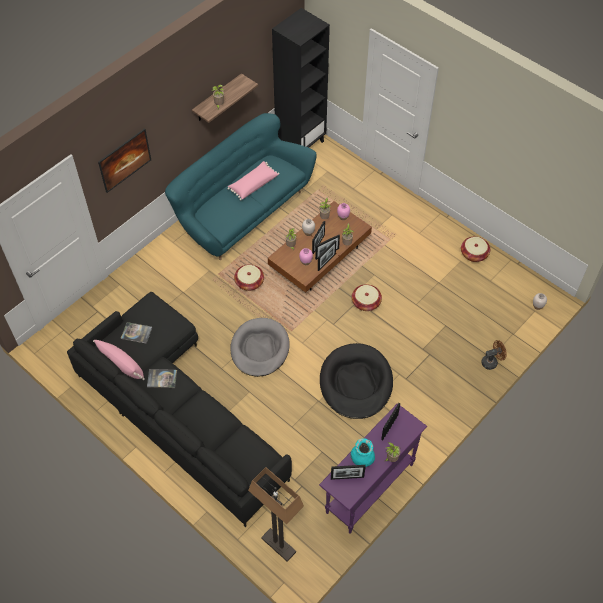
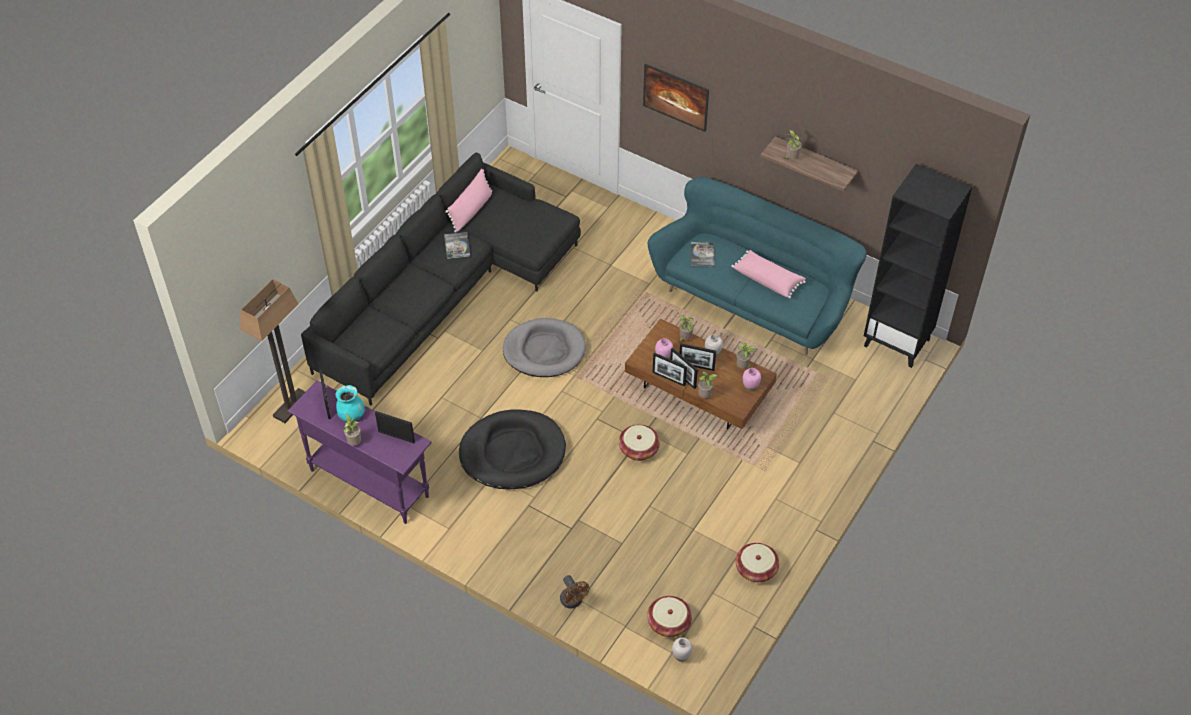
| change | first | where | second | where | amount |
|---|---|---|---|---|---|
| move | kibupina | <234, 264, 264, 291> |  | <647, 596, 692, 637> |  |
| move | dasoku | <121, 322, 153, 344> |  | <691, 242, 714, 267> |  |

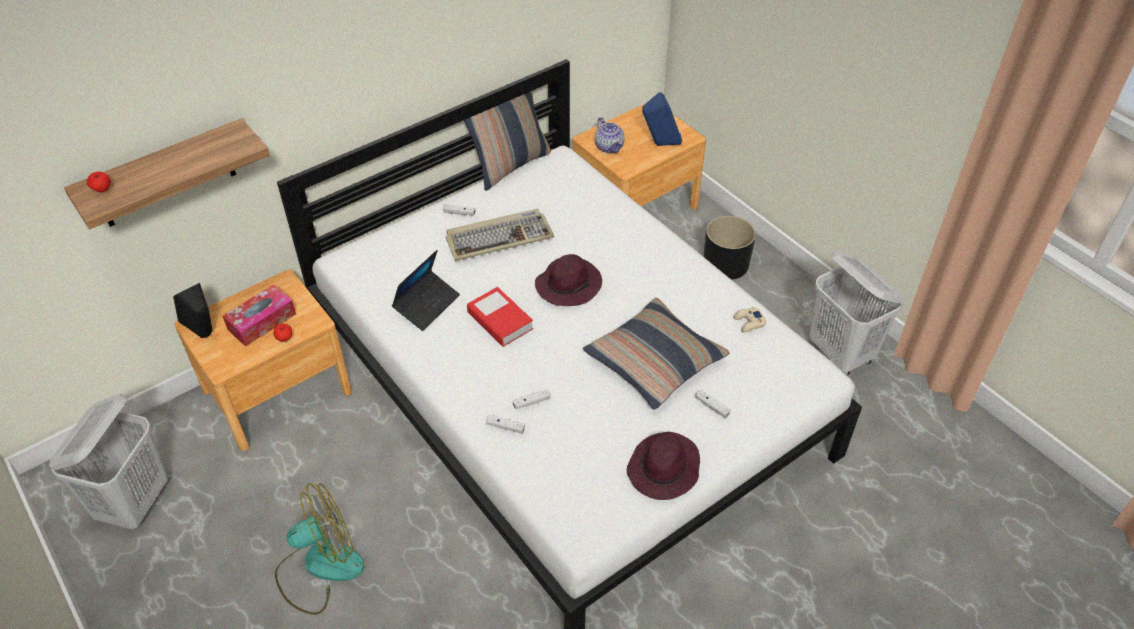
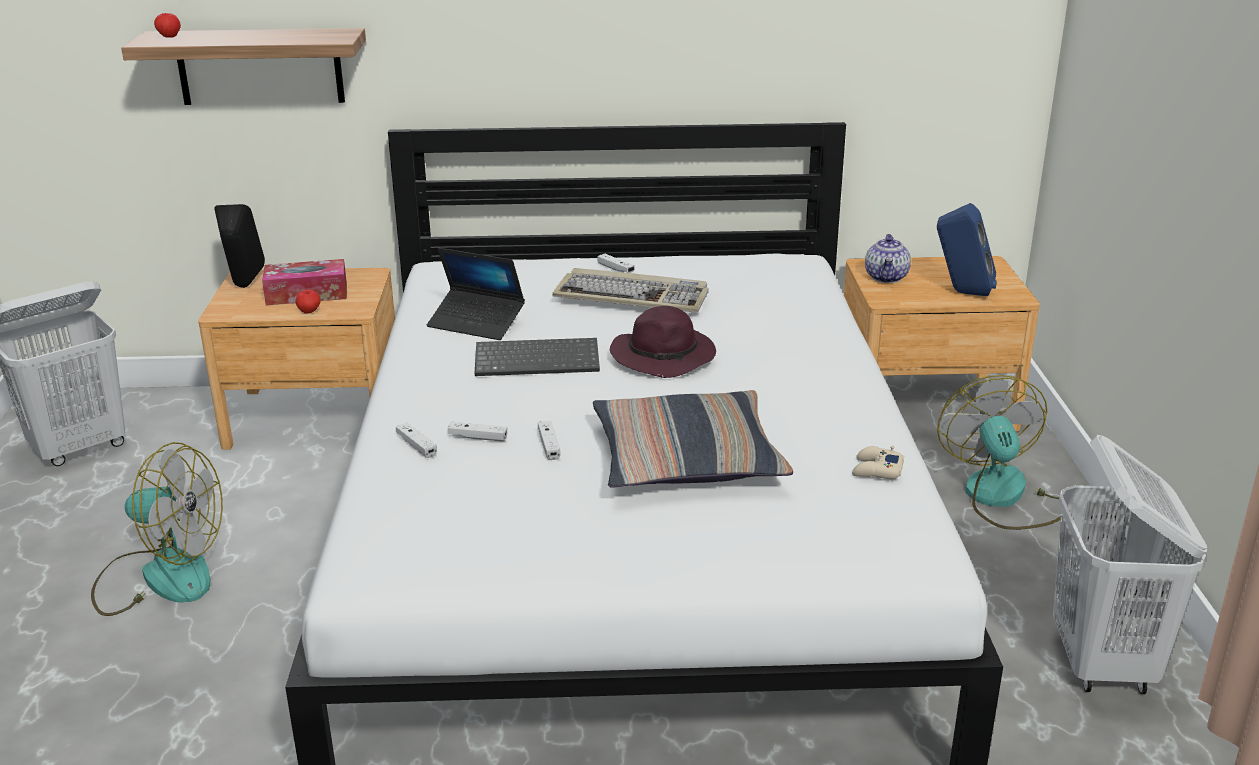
| change | first | where | second | where | amount |
|---|---|---|---|---|---|
| rotate | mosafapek | <392, 250, 460, 331> |  | <427, 248, 525, 340> | 45 degrees clockwise |
| replace | dasoku | <467, 287, 533, 347> | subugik | <475, 338, 600, 376> |  |
| move | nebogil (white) | <695, 390, 731, 418> |  | <538, 421, 560, 460> |  |
| replace | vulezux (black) | <704, 216, 756, 280> | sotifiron | <937, 375, 1061, 530> |  |
| delete | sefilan | <464, 75, 551, 191> |  |  |  |
| delete | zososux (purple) | <627, 432, 700, 500> |  |  |  |

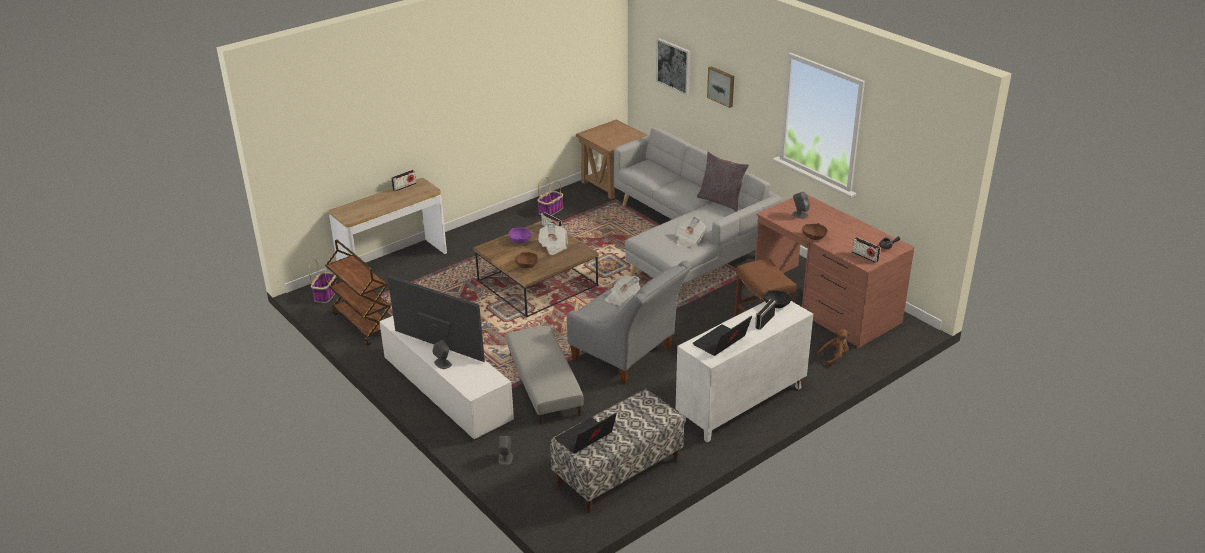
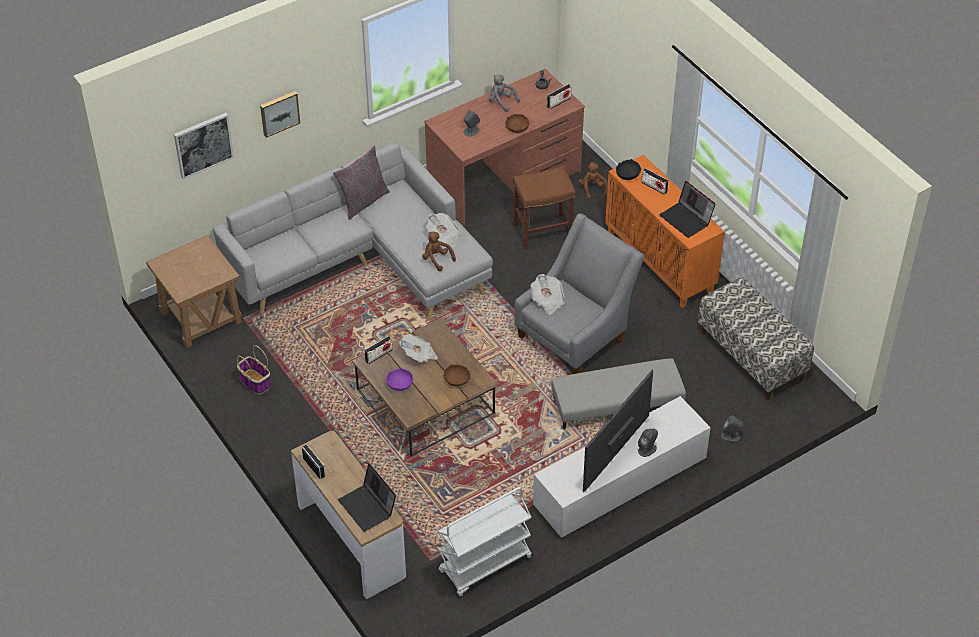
| change | first | where | second | where | amount |
|---|---|---|---|---|---|
| move | mosafapek | <555, 413, 617, 454> |  | <338, 463, 396, 532> |  |
| insert |  |  | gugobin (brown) | <422, 232, 456, 271> |  |
| recolor | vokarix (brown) | <325, 240, 391, 345> | vokarix (white) | <438, 487, 533, 597> |  |
| insert |  |  | gugobin (grey) | <489, 74, 520, 112> |  |
| recolor | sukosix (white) | <676, 301, 813, 443> | sukosix (orange) | <605, 155, 725, 308> |  |
| delete | kibupina | <309, 259, 336, 303> |  |  |  |

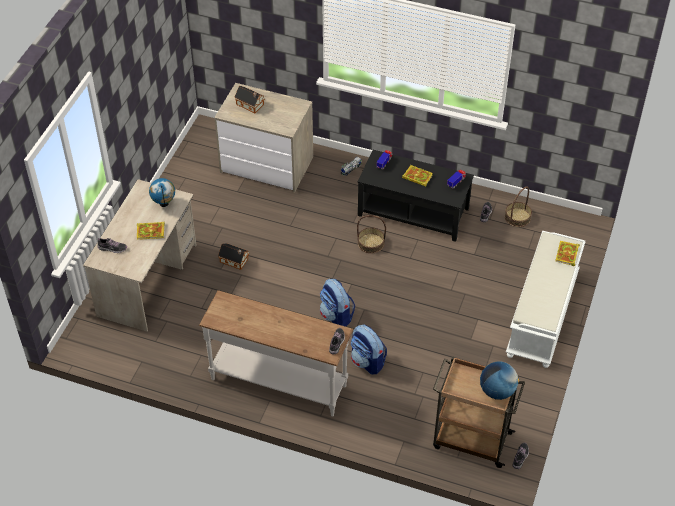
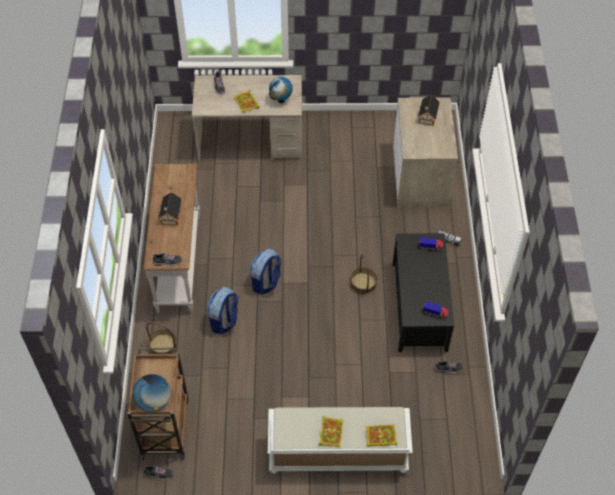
| change | first | where | second | where | amount |
|---|---|---|---|---|---|
| move | kibupina | <505, 186, 532, 227> |  | <146, 322, 177, 354> |  |
| move | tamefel | <218, 243, 249, 270> |  | <158, 192, 182, 225> |  |
| move | dasoku | <402, 165, 433, 187> |  | <318, 416, 343, 447> |  |

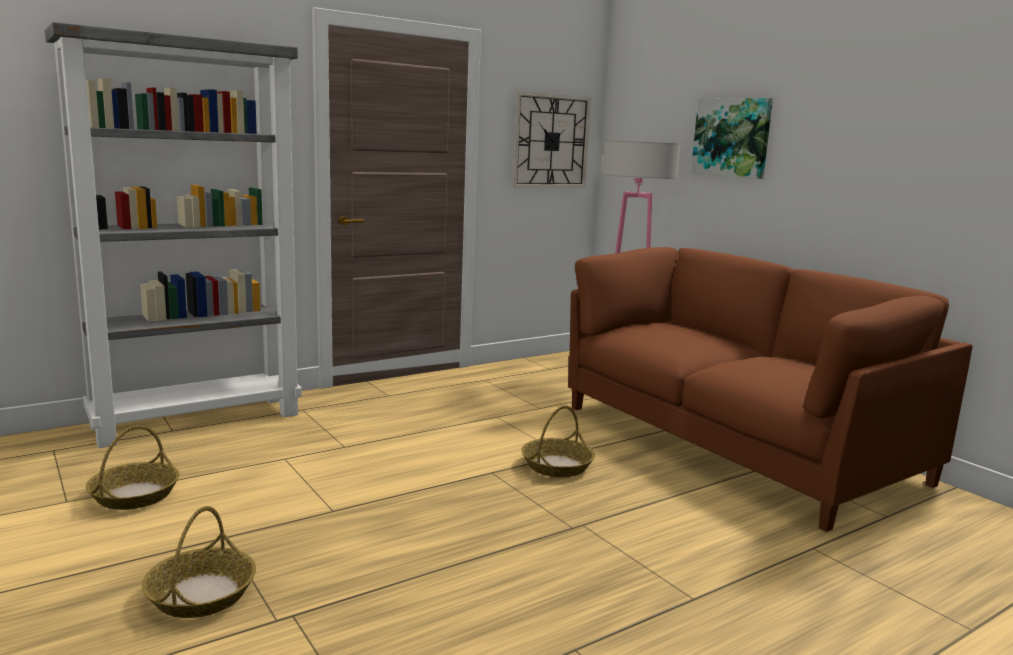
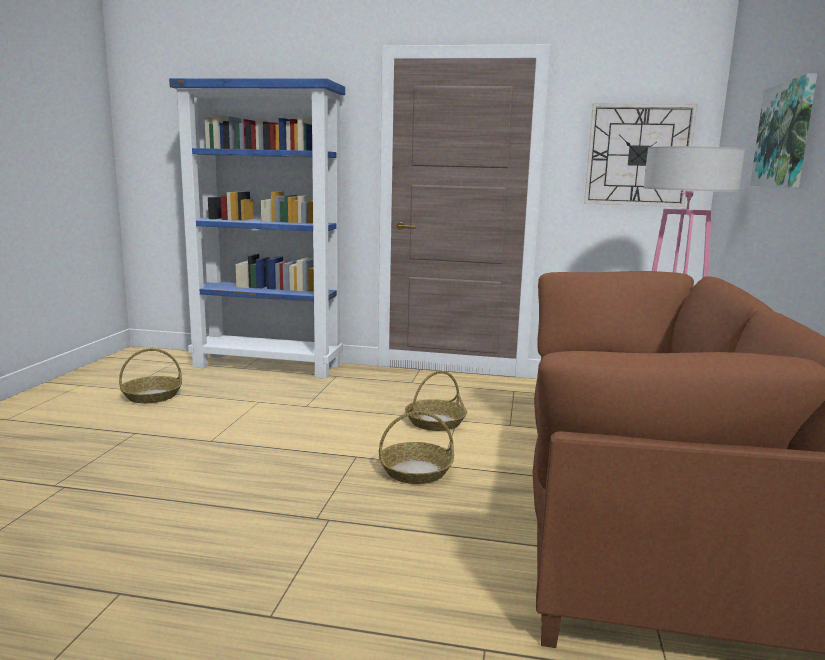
| change | first | where | second | where | amount |
|---|---|---|---|---|---|
| recolor | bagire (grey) | <45, 22, 302, 448> | bagire (blue) | <169, 78, 345, 379> |  |
| move | kibupina | <142, 506, 256, 618> |  | <405, 371, 467, 431> |  |

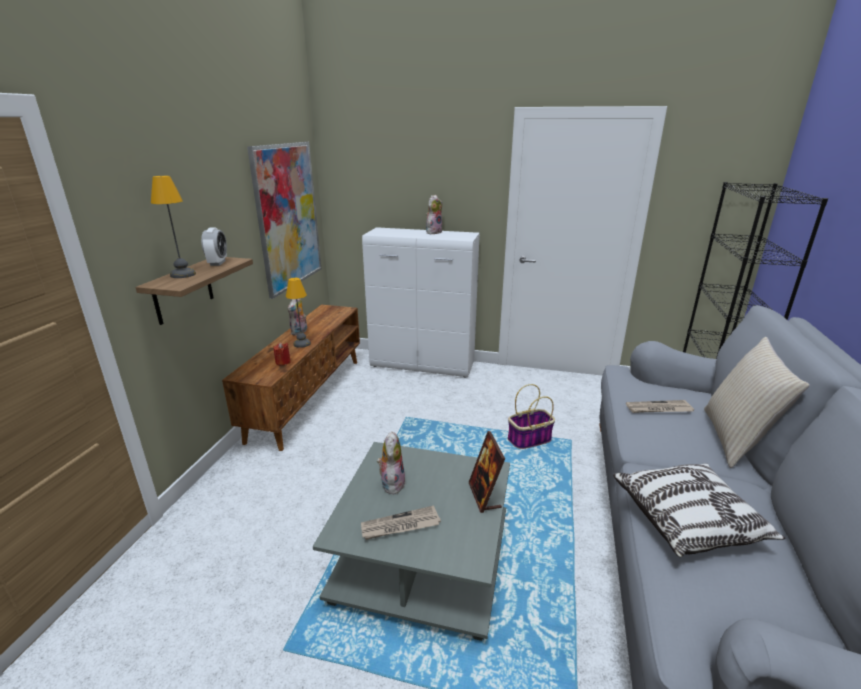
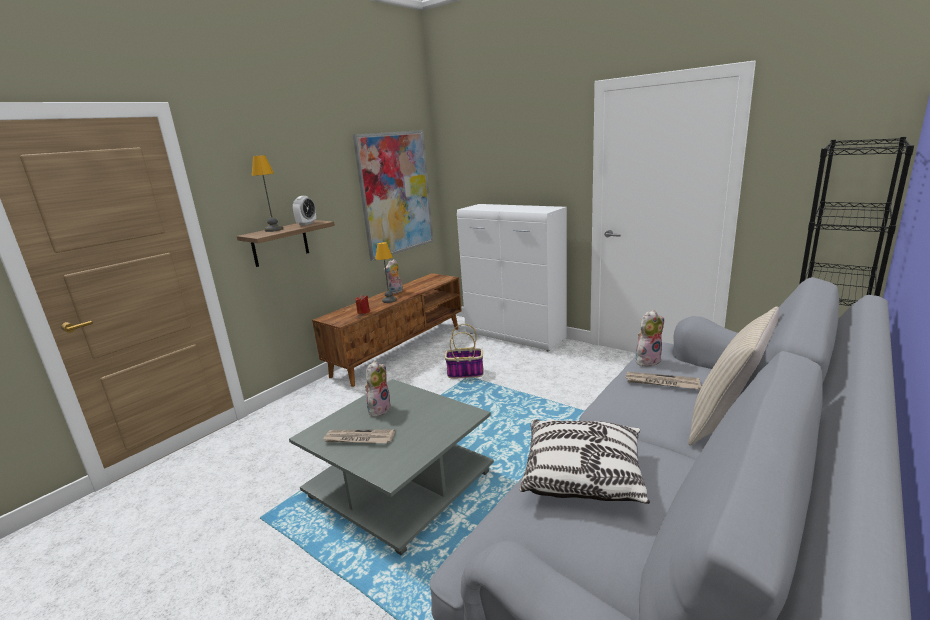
| change | first | where | second | where | amount |
|---|---|---|---|---|---|
| move | kibupina | <508, 384, 555, 449> |  | <445, 324, 484, 378> |  |
| move | gugobin | <426, 195, 442, 234> |  | <635, 310, 664, 367> |  |
| delete | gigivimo | <469, 431, 505, 513> |  |  |  |

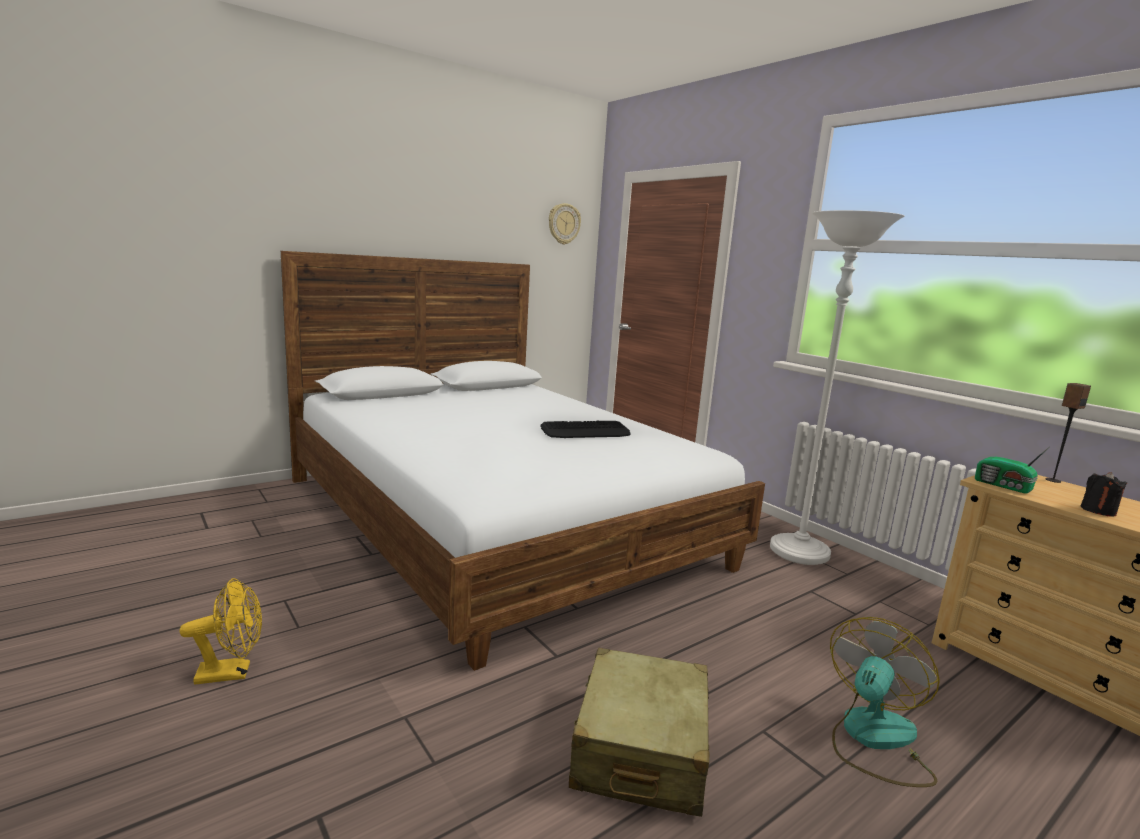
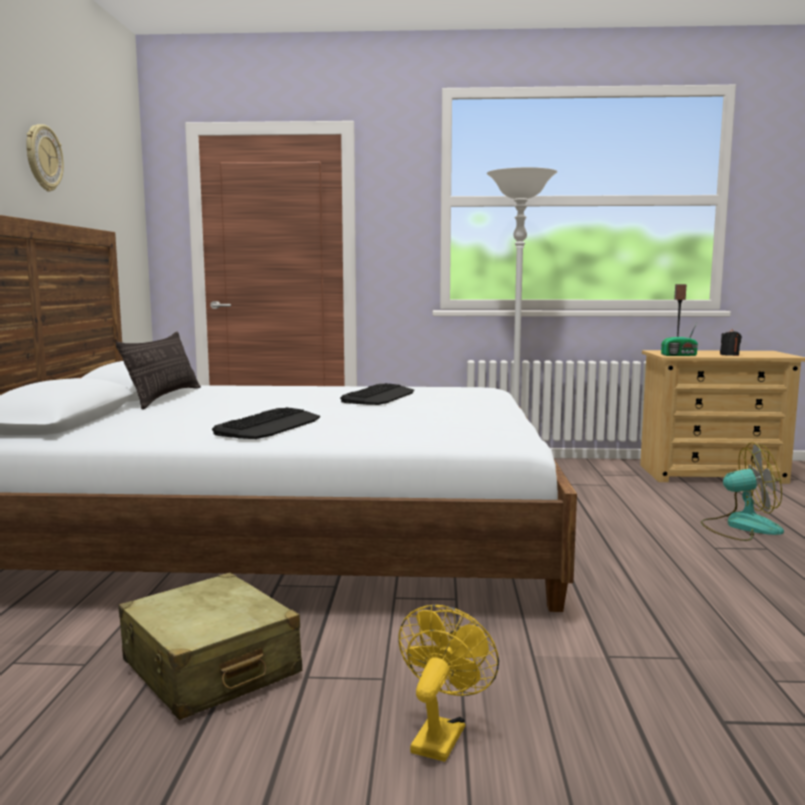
| change | first | where | second | where | amount |
|---|---|---|---|---|---|
| move | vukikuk | <549, 203, 581, 245> |  | <26, 124, 64, 192> |  |
| insert |  |  | sefilan | <116, 332, 201, 410> |  |
| move | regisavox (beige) | <569, 648, 710, 817> |  | <119, 572, 302, 720> |  |
| insert |  |  | subugik | <212, 407, 320, 439> |  |
| rotate | sotifiron | <830, 617, 940, 787> |  | <701, 442, 784, 541> | 105 degrees clockwise |

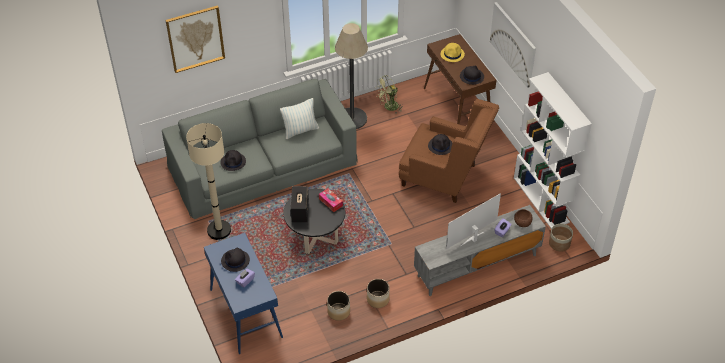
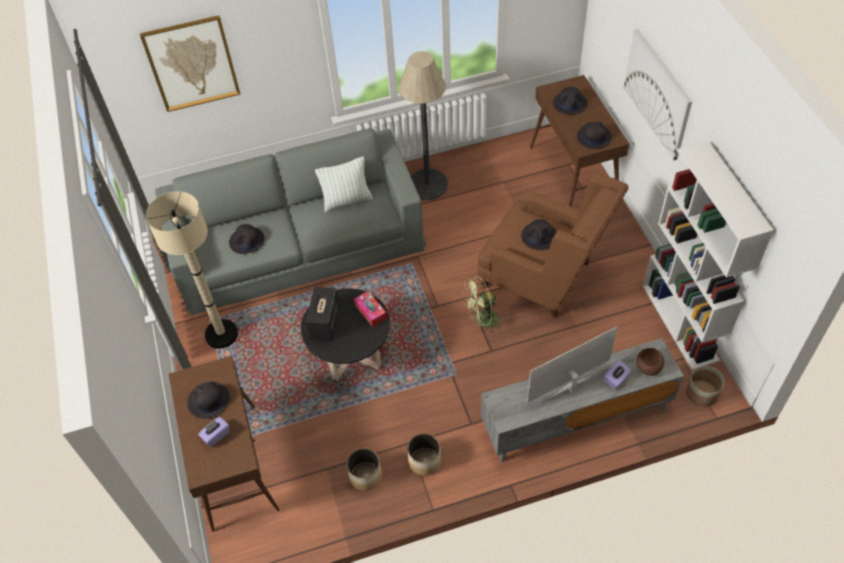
| change | first | where | second | where | amount |
|---|---|---|---|---|---|
| recolor | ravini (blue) | <204, 233, 283, 354> | ravini (brown) | <169, 356, 280, 532> |  |
| move | sotifiron (green) | <375, 75, 404, 114> |  | <463, 276, 506, 333> |  |
| recolor | zososux (yellow) | <441, 43, 465, 62> | zososux (black) | <553, 87, 587, 115> |  |

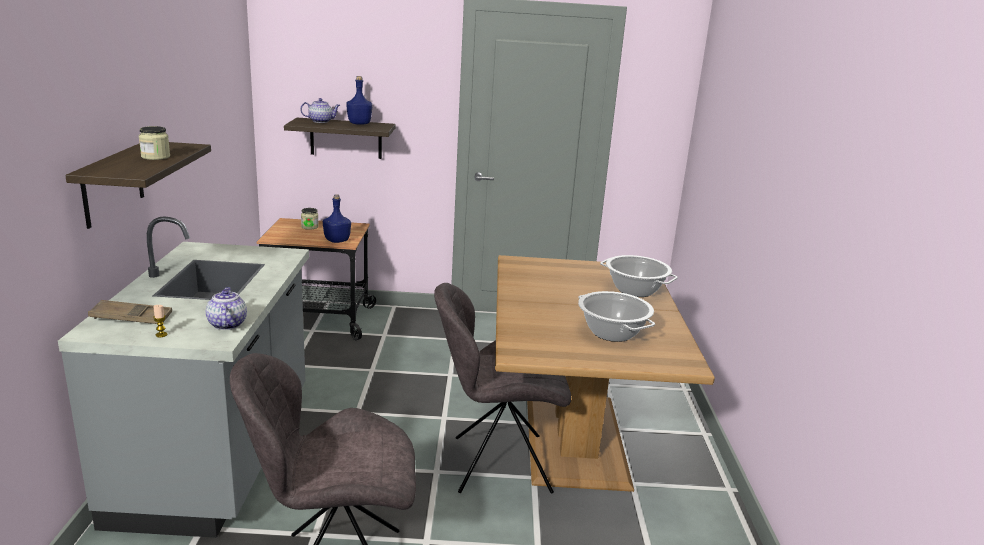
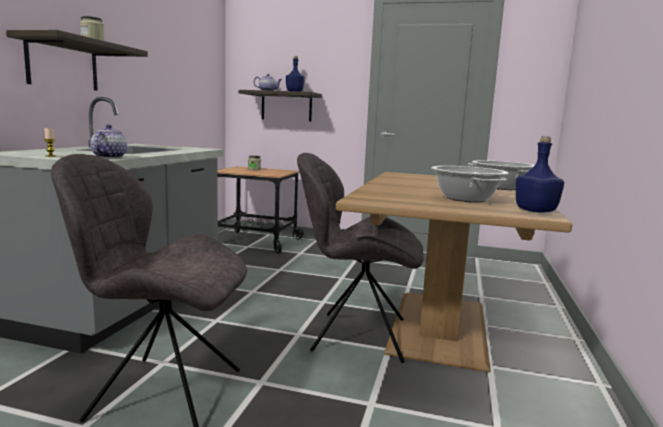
| change | first | where | second | where | amount |
|---|---|---|---|---|---|
| move | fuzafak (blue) | <323, 194, 351, 243> |  | <516, 136, 564, 213> |  |
| delete | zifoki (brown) | <88, 300, 172, 324> |  |  |  |

